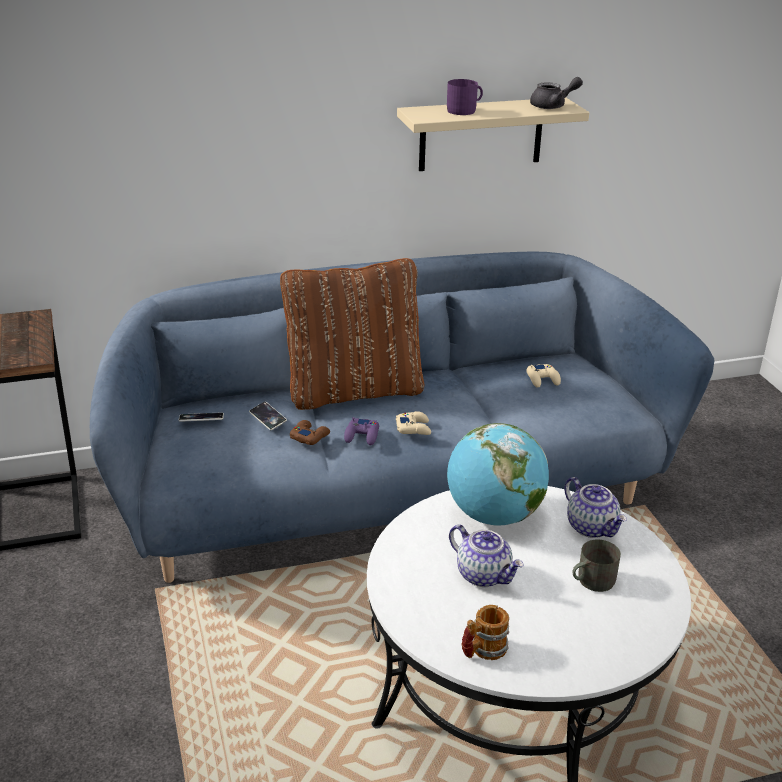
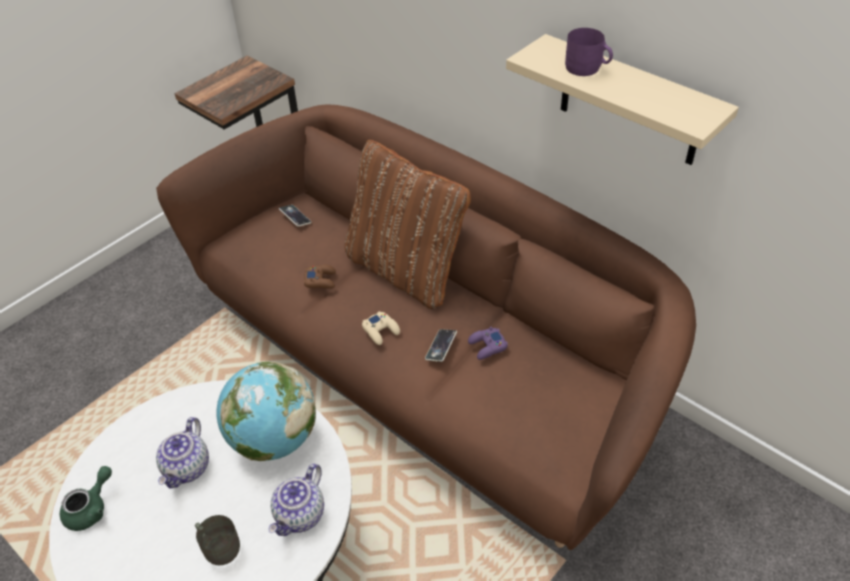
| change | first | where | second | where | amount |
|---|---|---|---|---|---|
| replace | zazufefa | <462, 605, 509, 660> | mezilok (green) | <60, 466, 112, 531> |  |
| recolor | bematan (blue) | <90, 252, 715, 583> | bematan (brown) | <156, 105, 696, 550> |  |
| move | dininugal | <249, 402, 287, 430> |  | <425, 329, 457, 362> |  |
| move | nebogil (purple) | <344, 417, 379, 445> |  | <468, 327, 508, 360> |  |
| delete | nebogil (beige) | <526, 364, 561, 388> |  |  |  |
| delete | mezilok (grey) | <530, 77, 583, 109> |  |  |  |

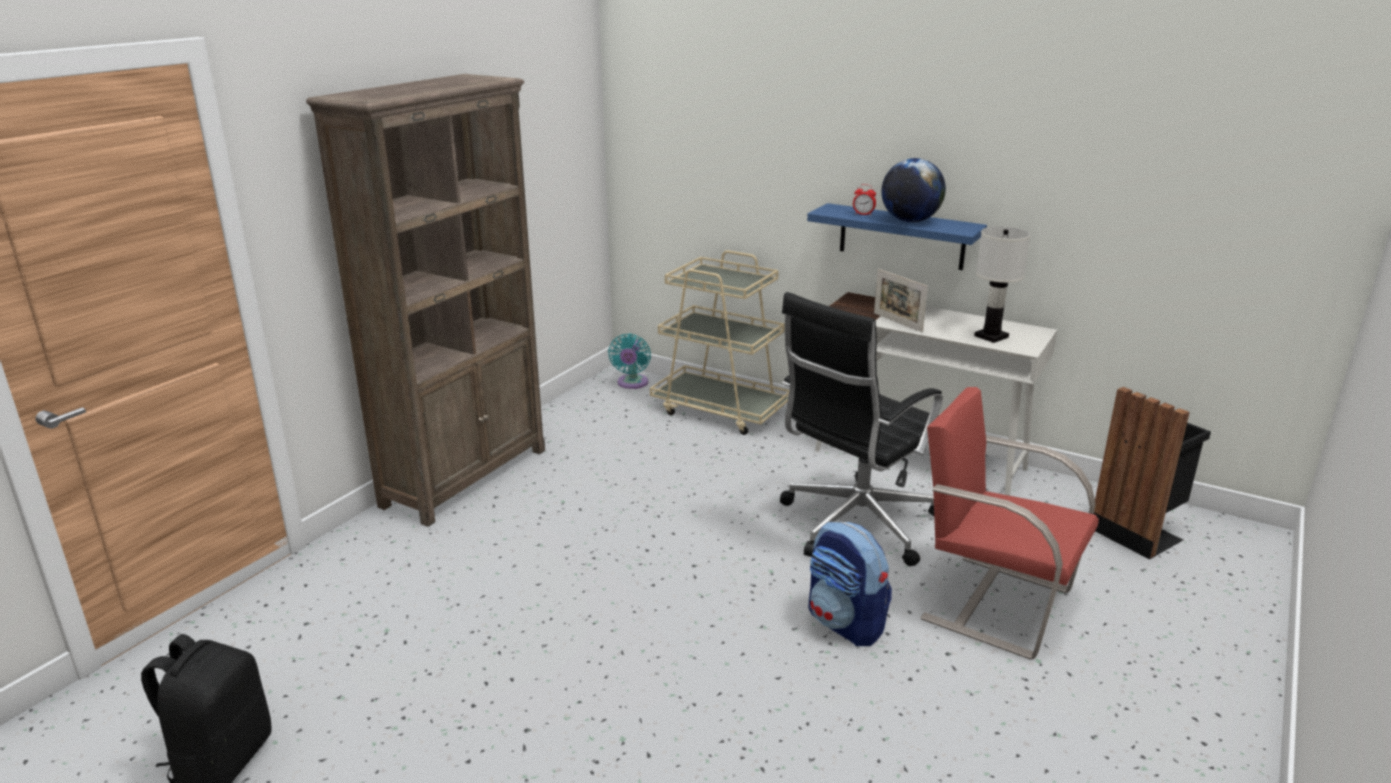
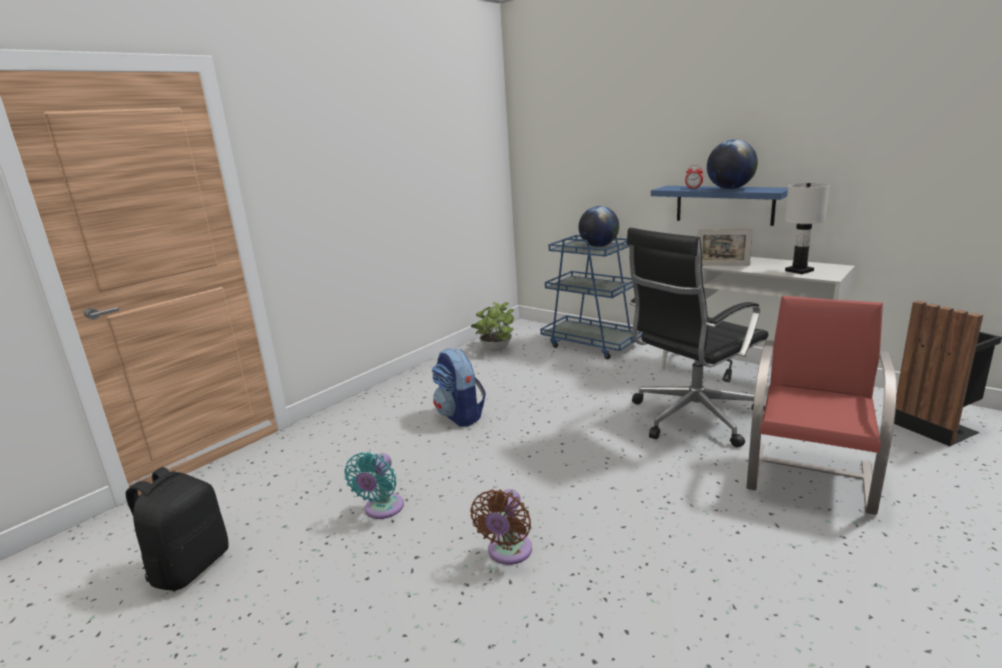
| change | first | where | second | where | amount |
|---|---|---|---|---|---|
| move | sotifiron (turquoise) | <608, 334, 651, 389> |  | <344, 452, 404, 519> |  |
| move | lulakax | <808, 521, 892, 646> |  | <431, 348, 486, 427> |  |
| insert |  |  | sotifiron (brown) | <470, 489, 532, 565> |  |
| insert |  |  | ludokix | <471, 302, 514, 351> |  |
| recolor | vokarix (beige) | <650, 250, 789, 435> | vokarix (blue) | <540, 235, 643, 359> |  |
| insert |  |  | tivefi | <579, 206, 619, 247> |  |
| rotate | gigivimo | <874, 269, 928, 332> |  | <697, 229, 753, 266> | 45 degrees counterclockwise |
| rotate | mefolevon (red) | <920, 387, 1099, 660> |  | <746, 296, 896, 515> | 75 degrees clockwise |
| delete | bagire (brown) | <306, 74, 545, 527> |  |  |  |

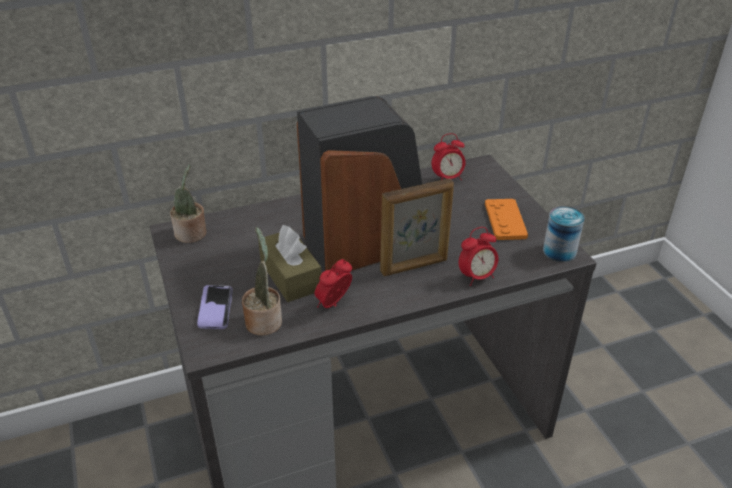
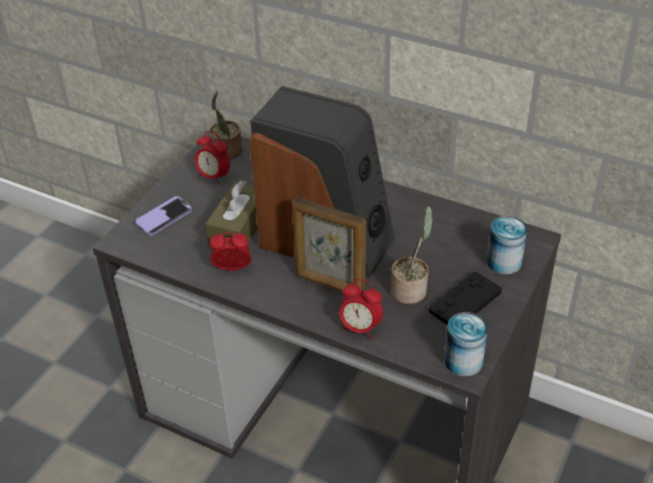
| change | first | where | second | where | amount |
|---|---|---|---|---|---|
| move | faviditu | <431, 133, 465, 180> |  | <195, 131, 230, 185> |  |
| move | ludokix | <242, 227, 282, 336> |  | <391, 206, 433, 304> |  |
| recolor | nebogil (orange) | <485, 199, 528, 240> | nebogil (black) | <429, 272, 502, 325> |  |
| insert |  |  | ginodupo | <487, 216, 527, 274> |  |

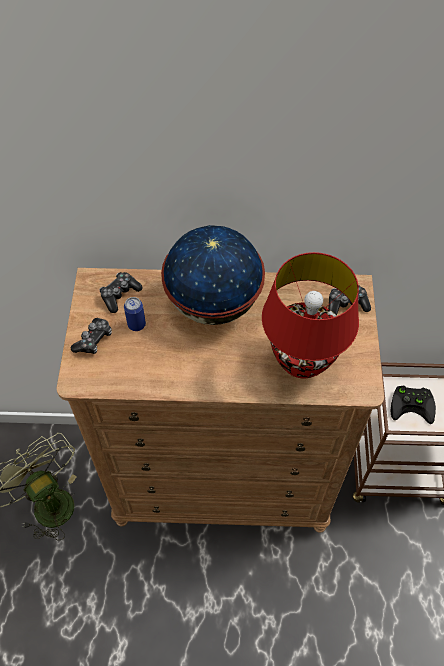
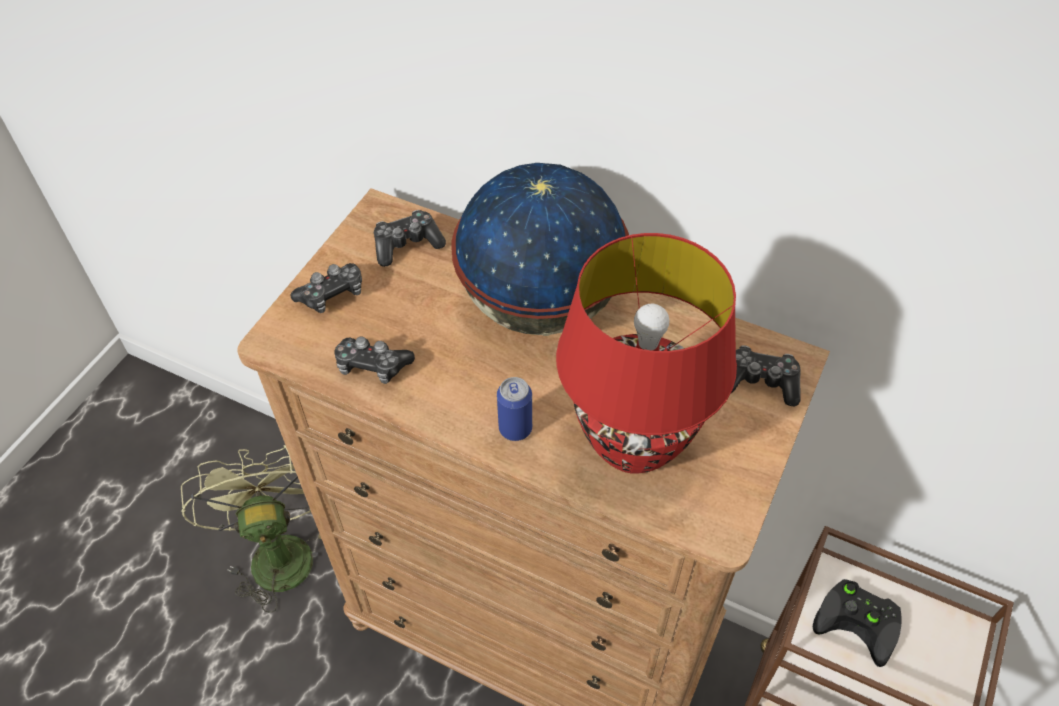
| change | first | where | second | where | amount |
|---|---|---|---|---|---|
| insert |  |  | nebogil | <334, 337, 415, 384> |  |
| move | ginodupo | <124, 297, 146, 331> |  | <497, 377, 532, 441> |  |

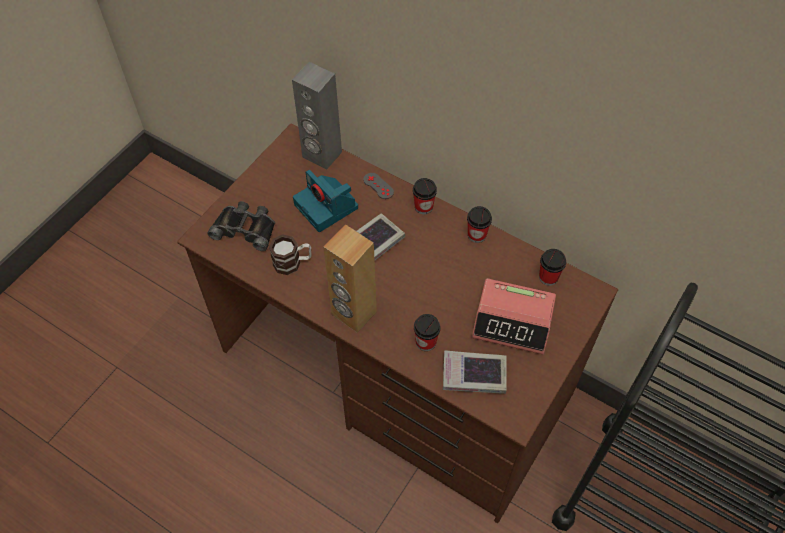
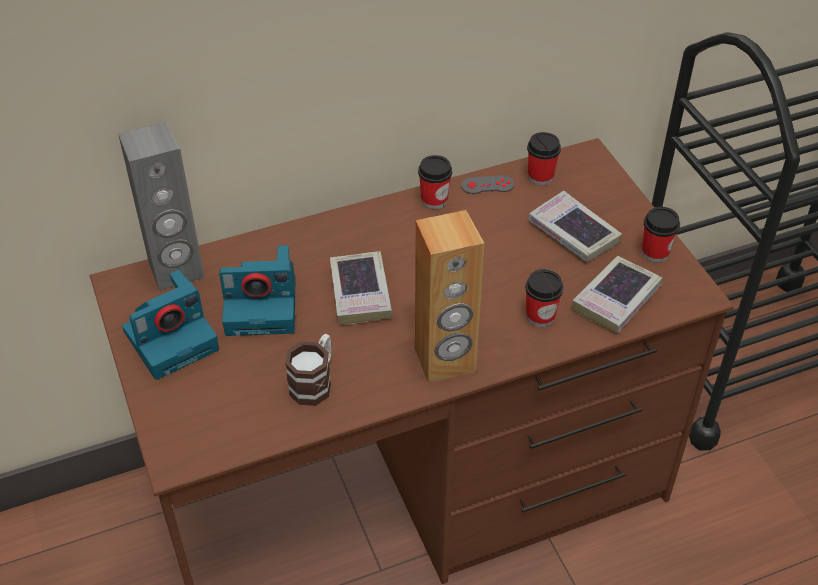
| change | first | where | second | where | amount |
|---|---|---|---|---|---|
| insert |  |  | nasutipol | <122, 270, 219, 380> |  |
| move | nebogil (grey) | <363, 173, 394, 199> |  | <461, 175, 515, 194> |  |
| replace | faviditu | <472, 278, 556, 354> | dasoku | <528, 191, 622, 262> |  |
| move | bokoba | <413, 178, 437, 214> |  | <642, 207, 680, 263> |  |
| delete | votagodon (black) | <208, 201, 275, 251> |  |  |  |

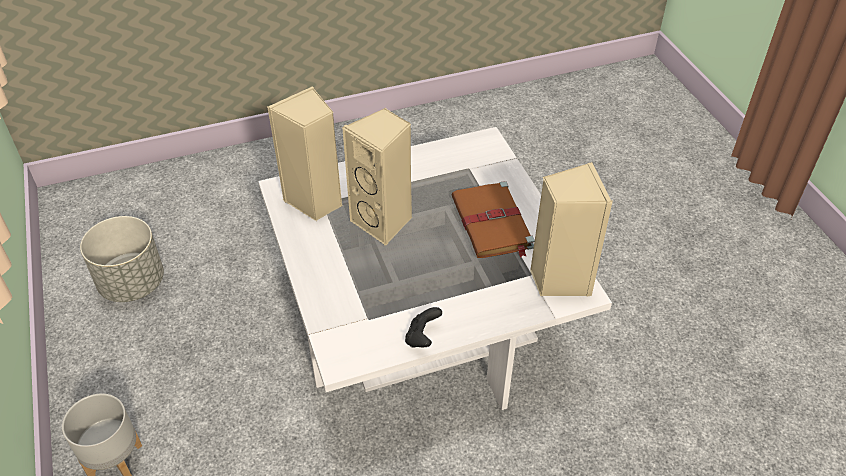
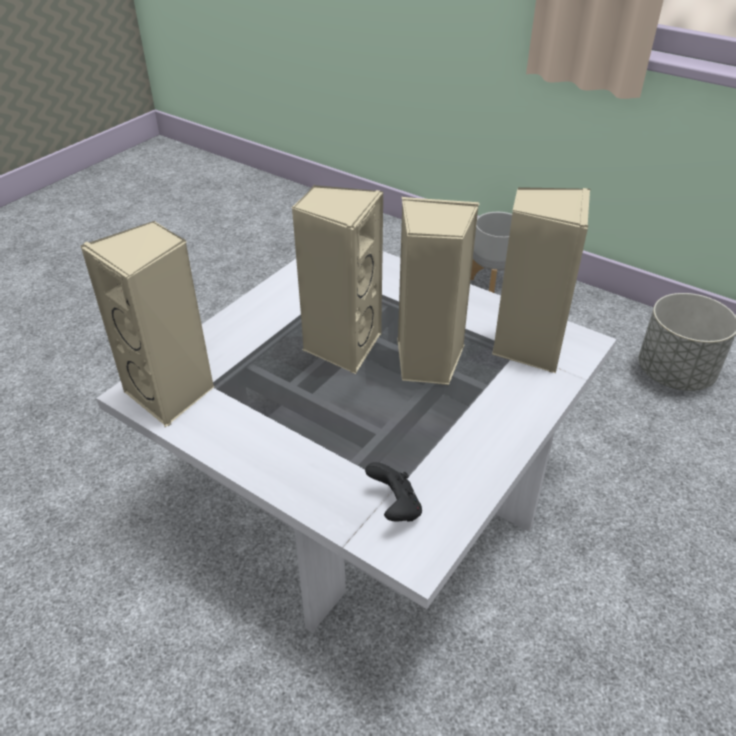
| change | first | where | second | where | amount |
|---|---|---|---|---|---|
| insert |  |  | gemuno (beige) | <292, 185, 383, 374> |  |
| move | nebogil (black) | <405, 307, 442, 348> |  | <365, 462, 422, 522> |  |
| delete | dasoku (brown) | <451, 181, 535, 258> |  |  |  |

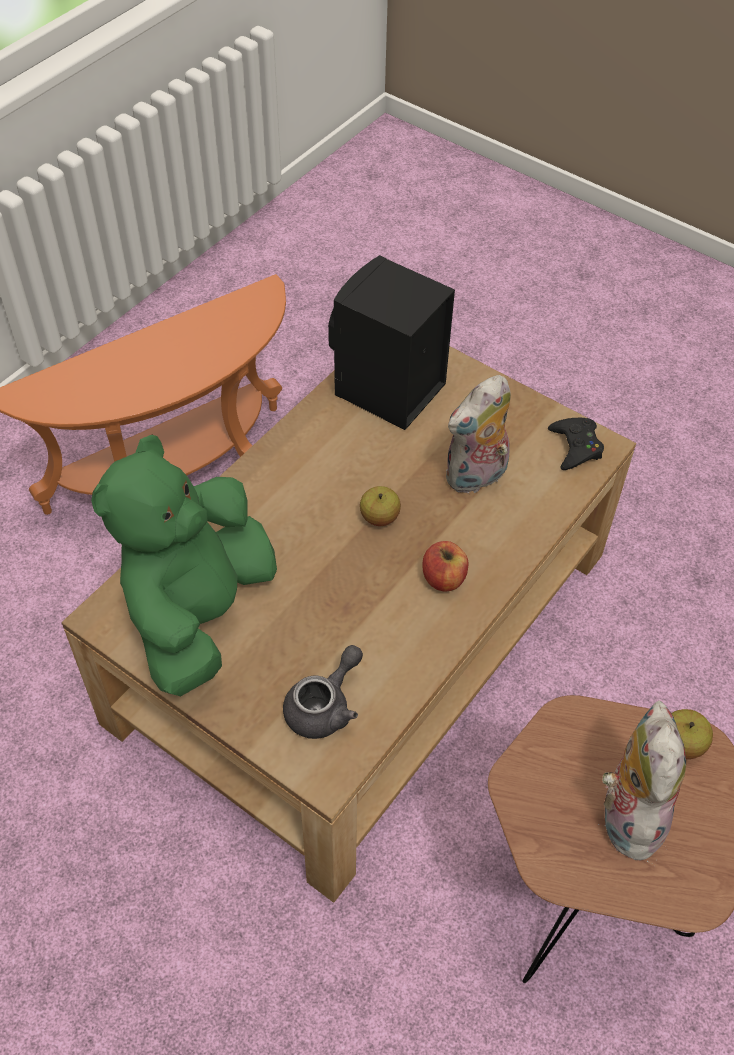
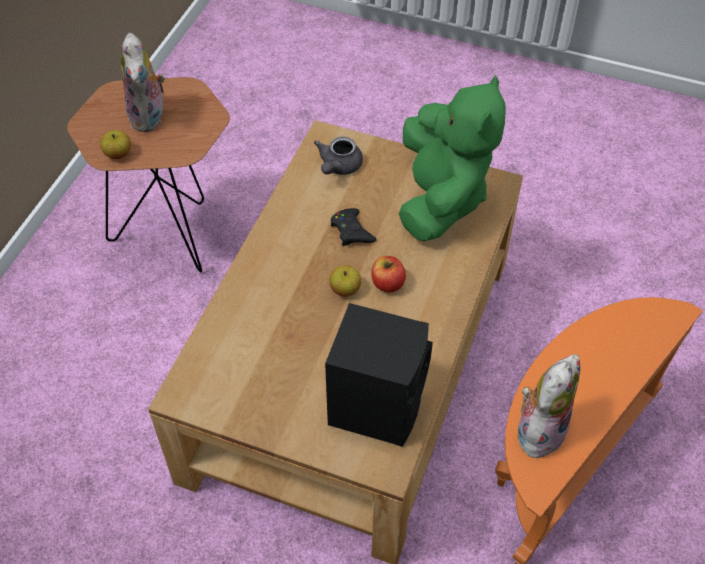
| change | first | where | second | where | amount |
|---|---|---|---|---|---|
| move | nebogil (black) | <548, 418, 604, 470> |  | <331, 208, 377, 246> |  |
| move | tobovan | <422, 541, 469, 591> |  | <371, 256, 406, 293> |  |
| move | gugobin | <446, 375, 511, 495> |  | <517, 354, 580, 460> |  |

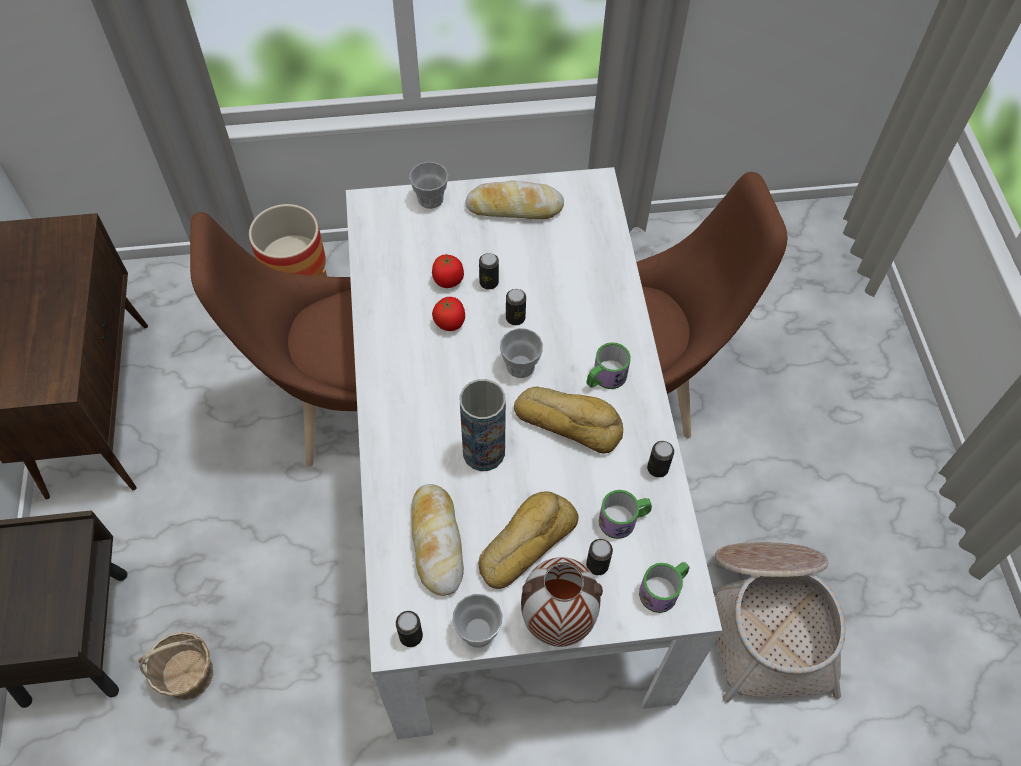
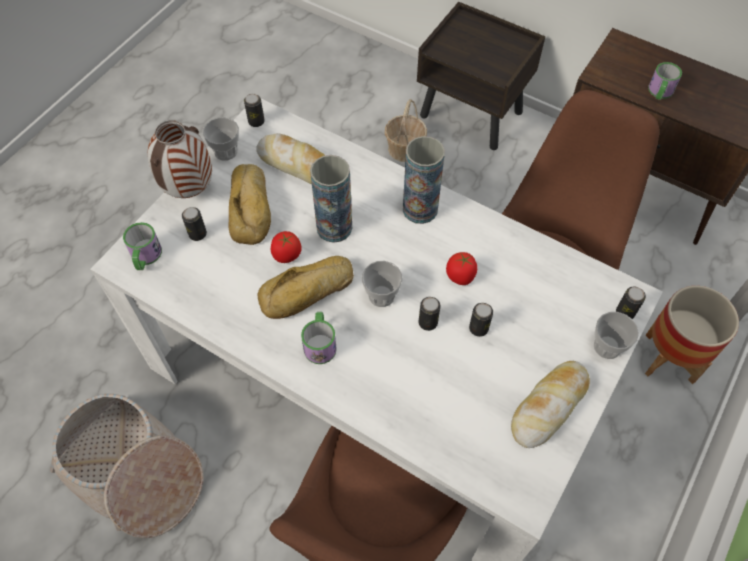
| change | first | where | second | where | amount |
|---|---|---|---|---|---|
| move | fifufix | <432, 254, 464, 288> |  | <270, 231, 302, 263> |  |
| insert |  |  | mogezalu | <403, 136, 445, 224> |  |
| move | ginodupo | <647, 441, 674, 478> |  | <616, 286, 646, 319> |  |
| move | zazufefa | <599, 490, 652, 539> |  | <648, 62, 682, 100> |  |

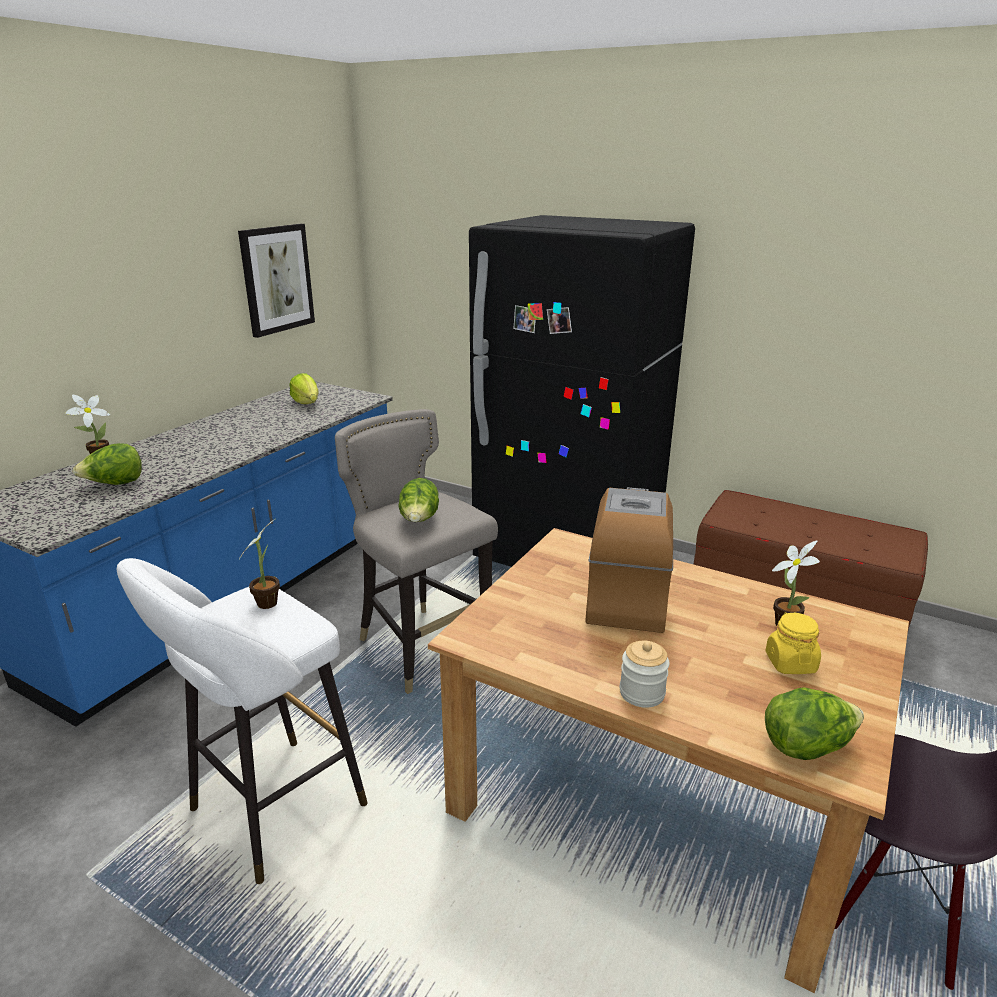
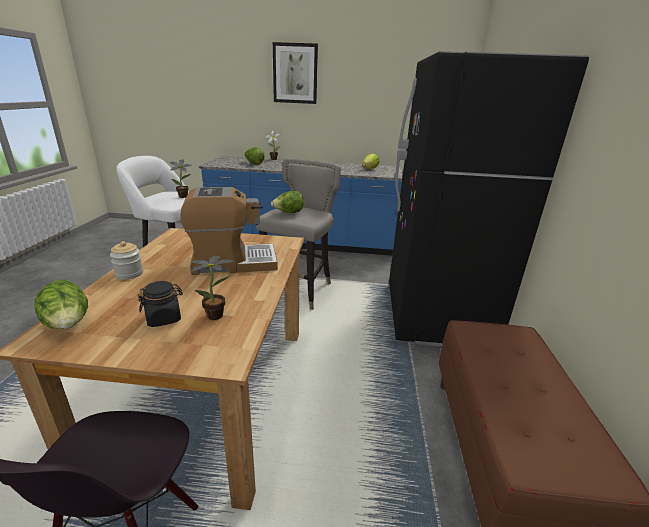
| change | first | where | second | where | amount |
|---|---|---|---|---|---|
| recolor | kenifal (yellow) | <765, 612, 821, 674> | kenifal (black) | <138, 281, 183, 327> |  |
| move | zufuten | <238, 224, 315, 338> |  | <273, 42, 318, 104> |  |

